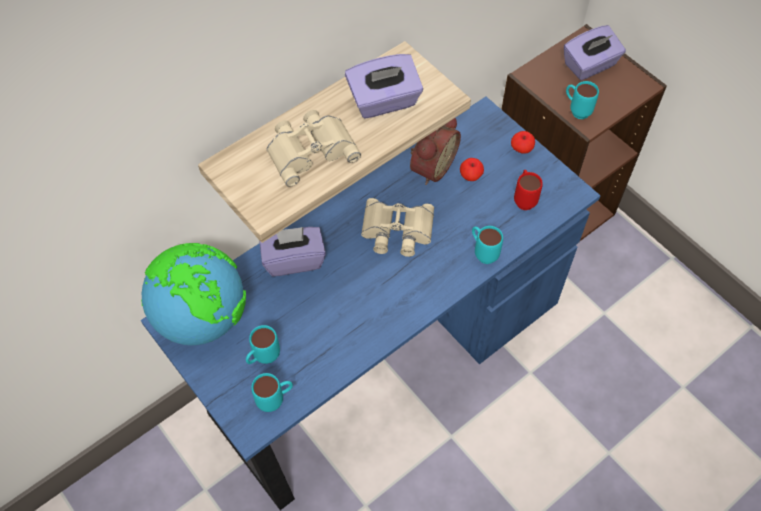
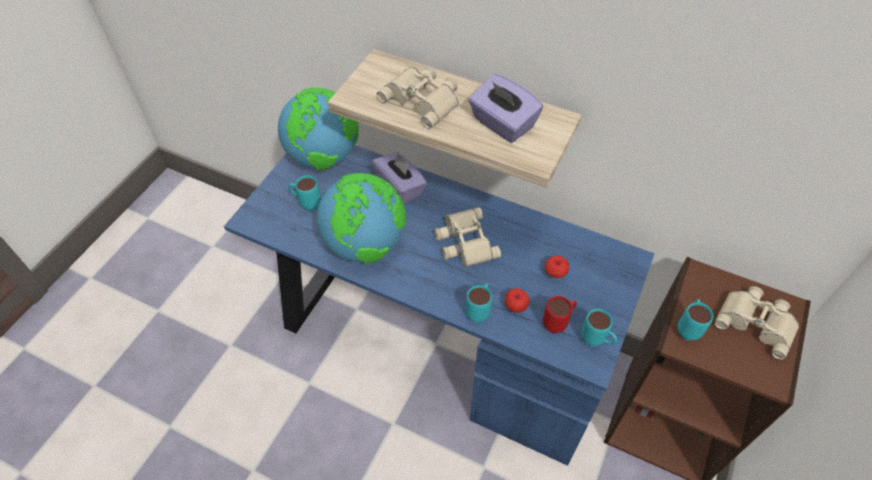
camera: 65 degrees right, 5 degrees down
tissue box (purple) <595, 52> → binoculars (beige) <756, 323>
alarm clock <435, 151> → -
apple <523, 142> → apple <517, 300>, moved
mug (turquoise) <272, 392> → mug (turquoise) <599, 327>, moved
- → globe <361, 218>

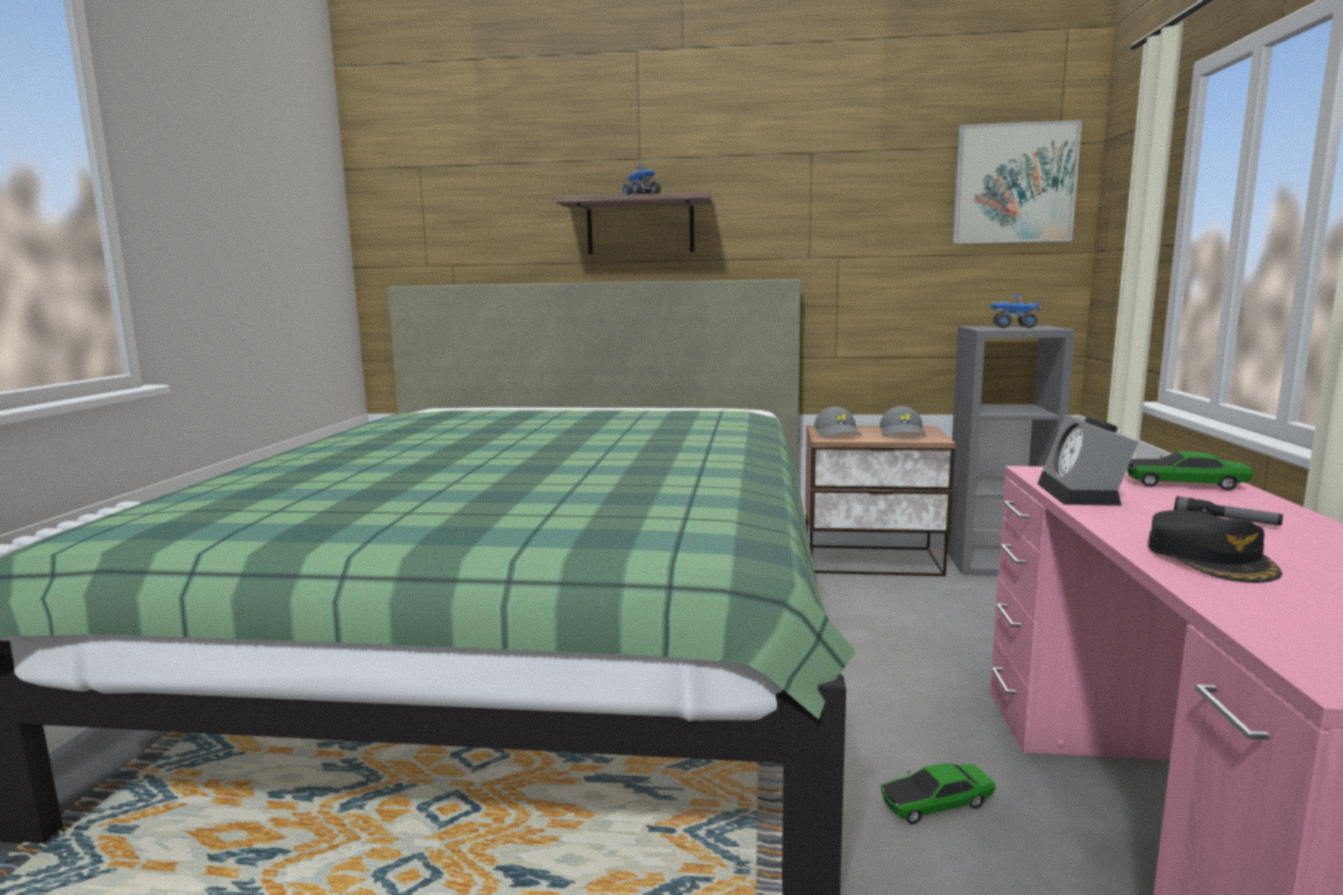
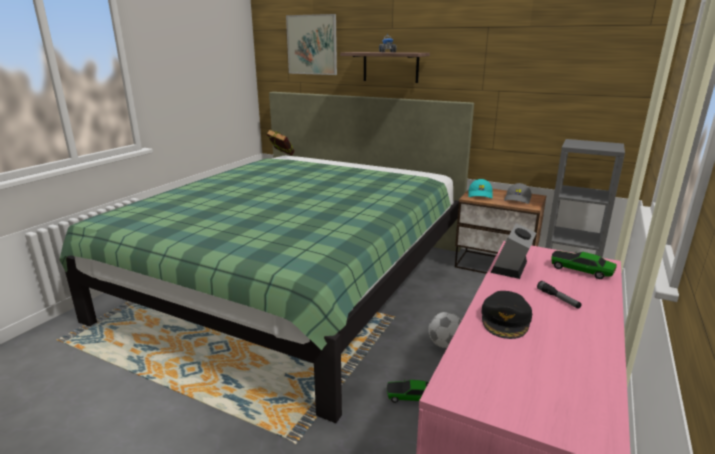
camera: 20 degrees right, 10 degrees up
picture <1017, 182> → picture <311, 44>, moved
toy truck <1015, 310> → -
cap (grey) <838, 422> → cap (turquoise) <480, 189>
- → book <280, 142>
- → football <445, 330>

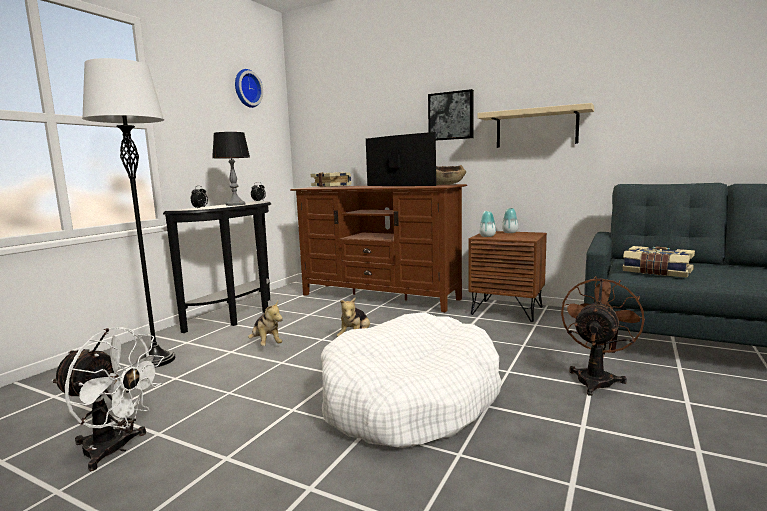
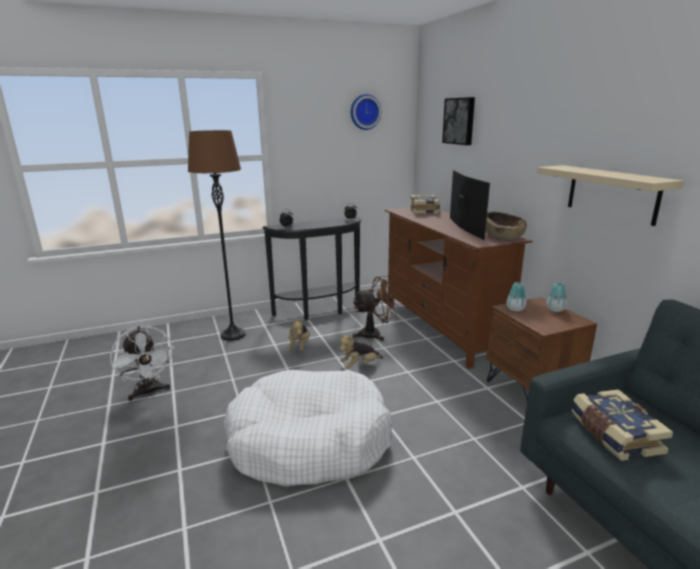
camera: 40 degrees right, 10 degrees up
floor lamp (white) <128, 213> → floor lamp (brown) <217, 235>
picture <451, 115> → picture <458, 121>, moved
table lamp <231, 169> → -
fan (brown) <603, 336> → fan (brown) <375, 308>, moved

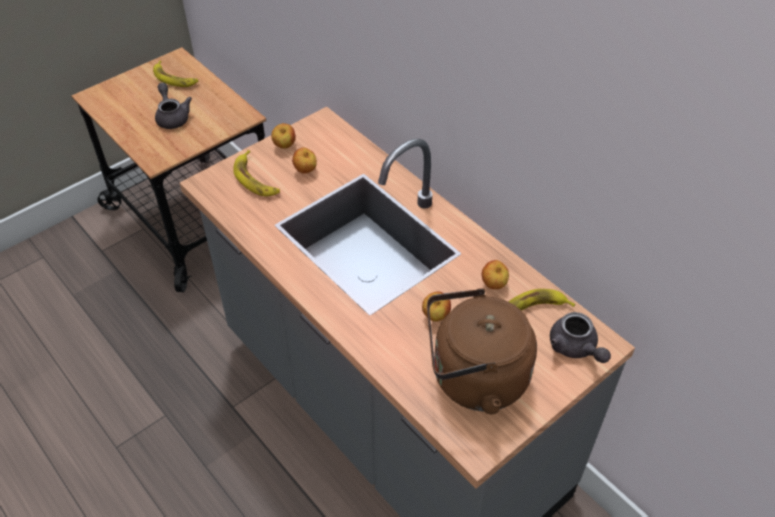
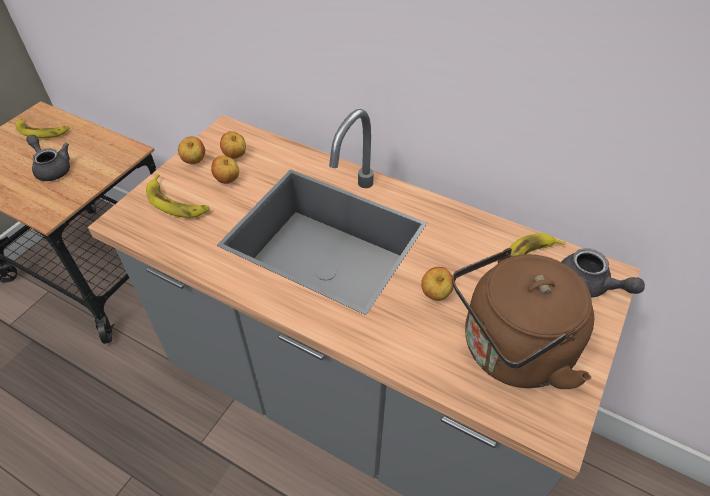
camera: 20 degrees left, 0 degrees up
apple <495, 274> → apple <233, 145>, moved

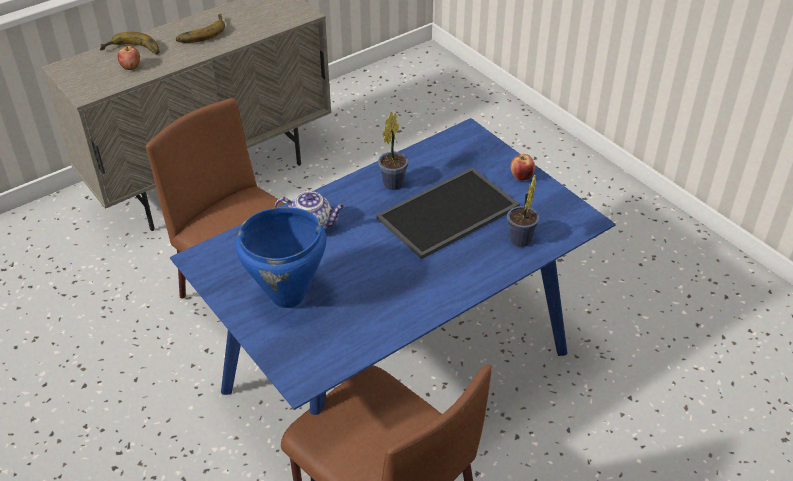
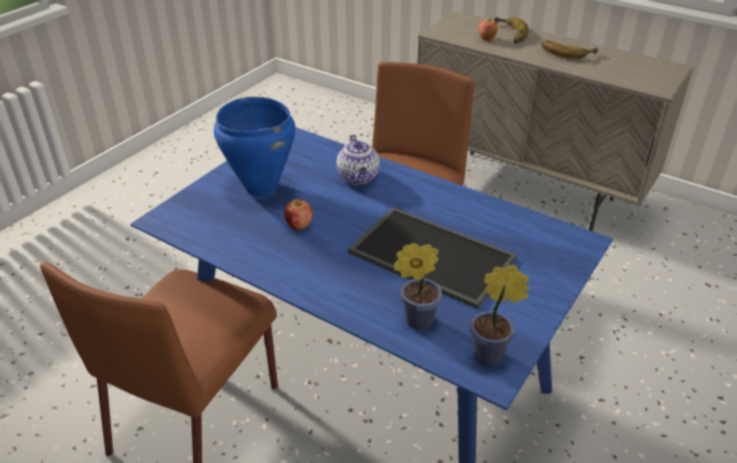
camera: 70 degrees right, 5 degrees down
potted plant <393, 151> → potted plant <500, 315>, moved
apple <523, 167> → apple <298, 214>, moved

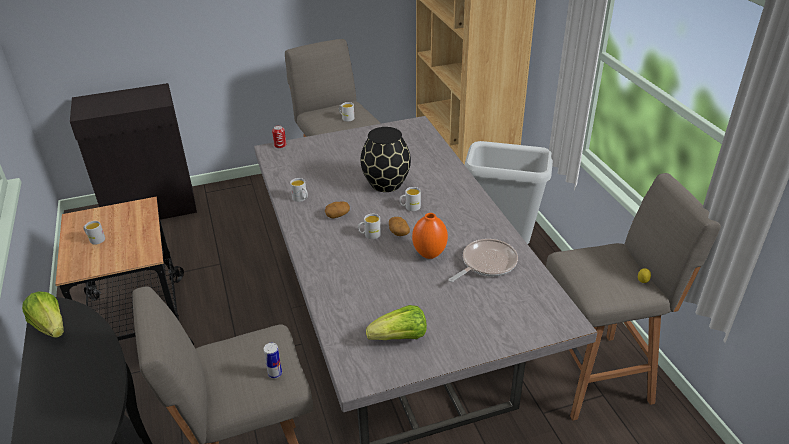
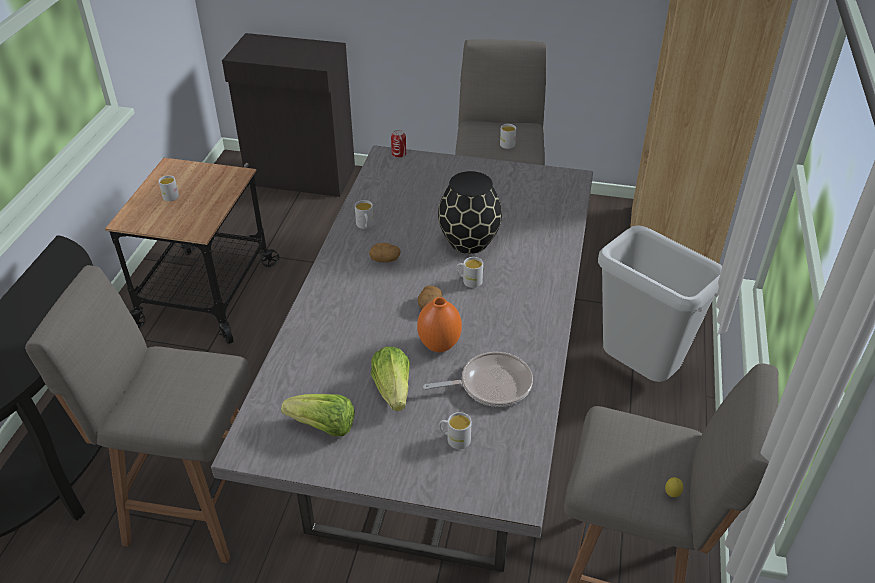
camera: 30 degrees right, 5 degrees up
mug (white) <369, 226> → mug (white) <455, 430>, moved
lettuce <43, 315> → lettuce <390, 379>, moved
can <272, 361> → -

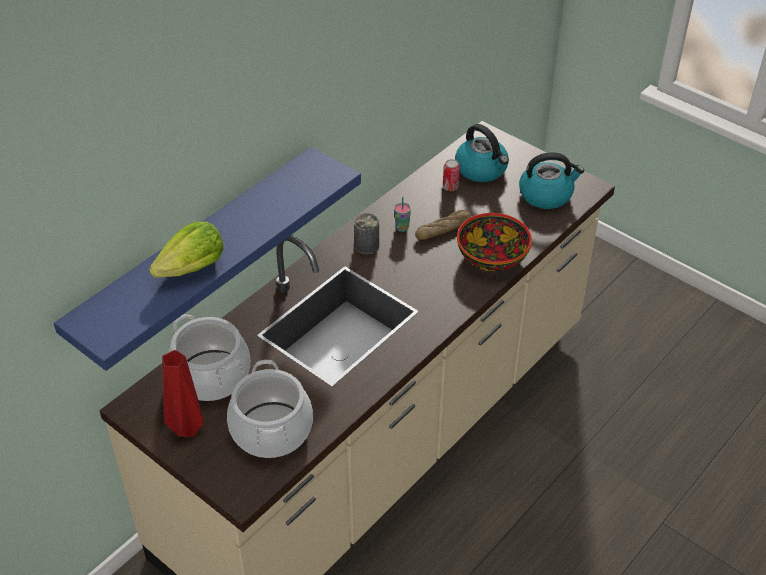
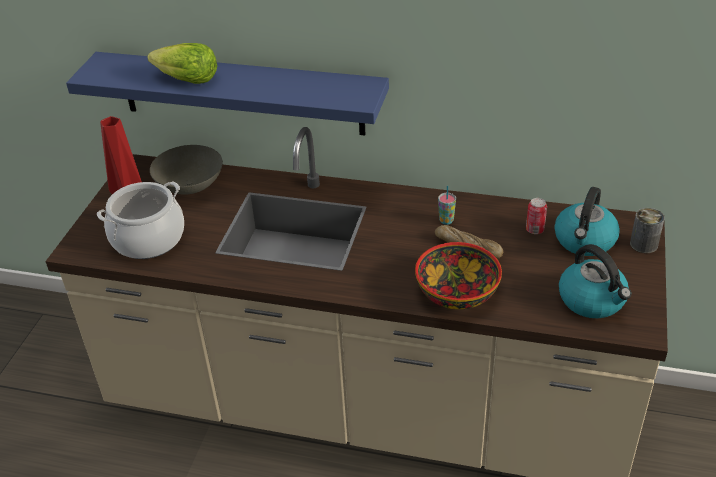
camera: 65 degrees right, 5 degrees down
can <366, 234> → can <647, 230>, moved
cooking pot <209, 357> → bowl (grey) <186, 169>

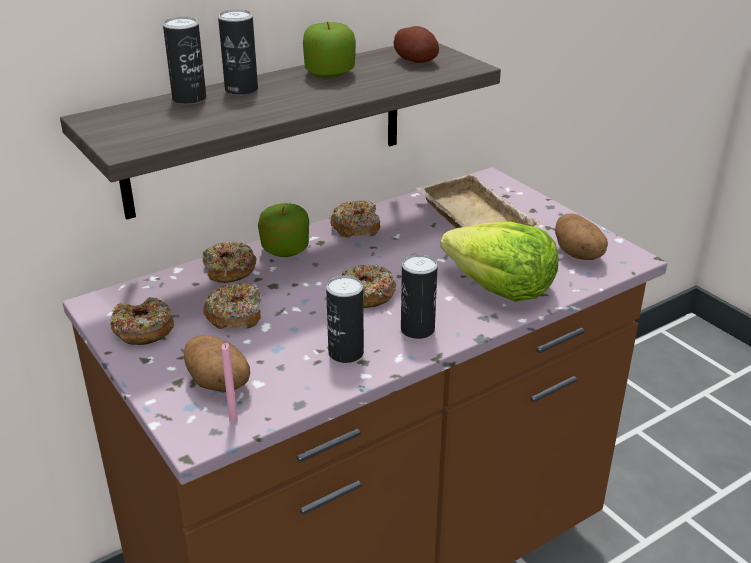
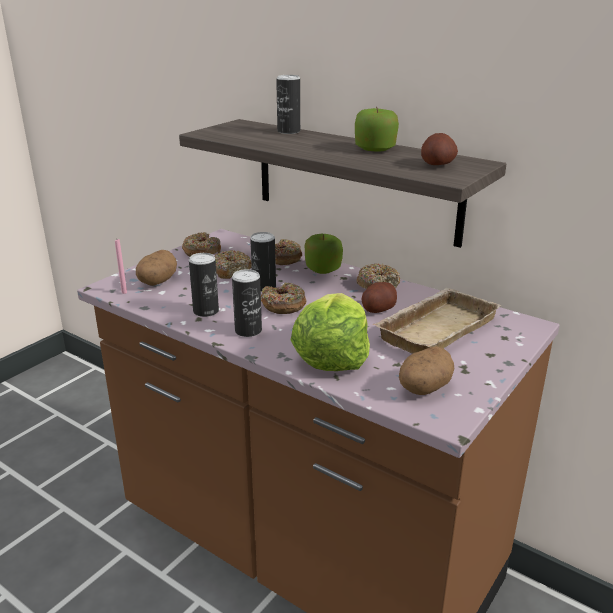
camera: 70 degrees right, 5 degrees down
can <238, 52> → can <263, 261>, moved
- → potato <379, 297>

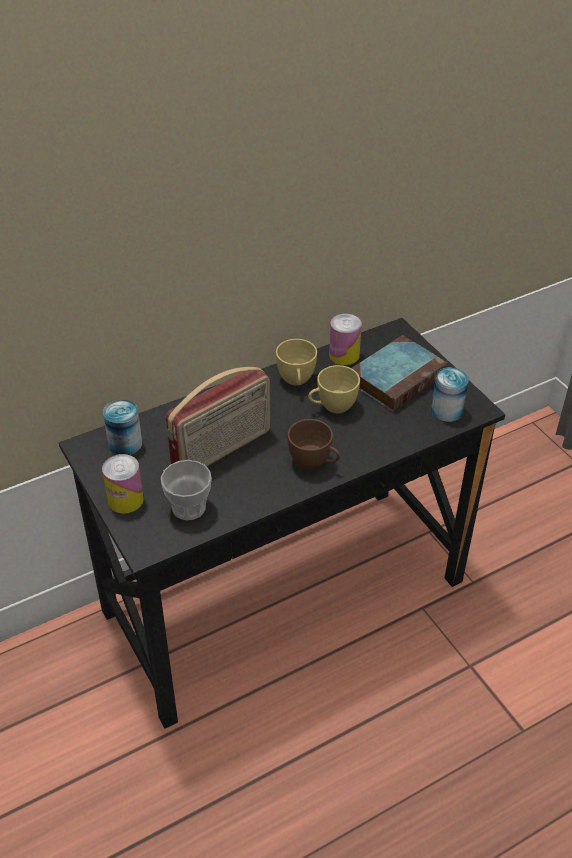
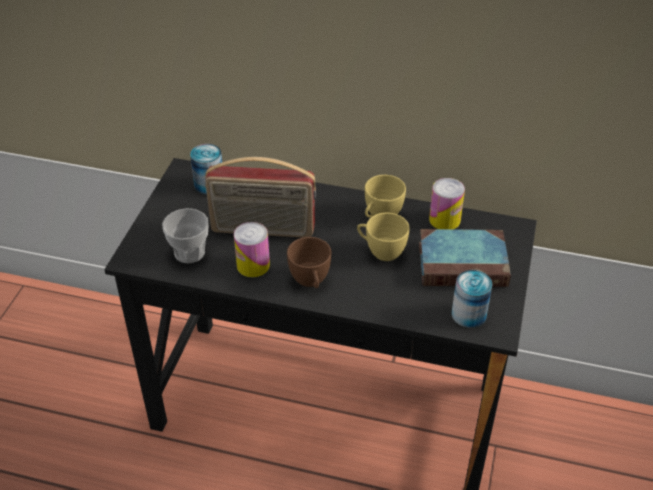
camera: 45 degrees right, 0 degrees up
can <123, 483> → can <252, 249>, moved

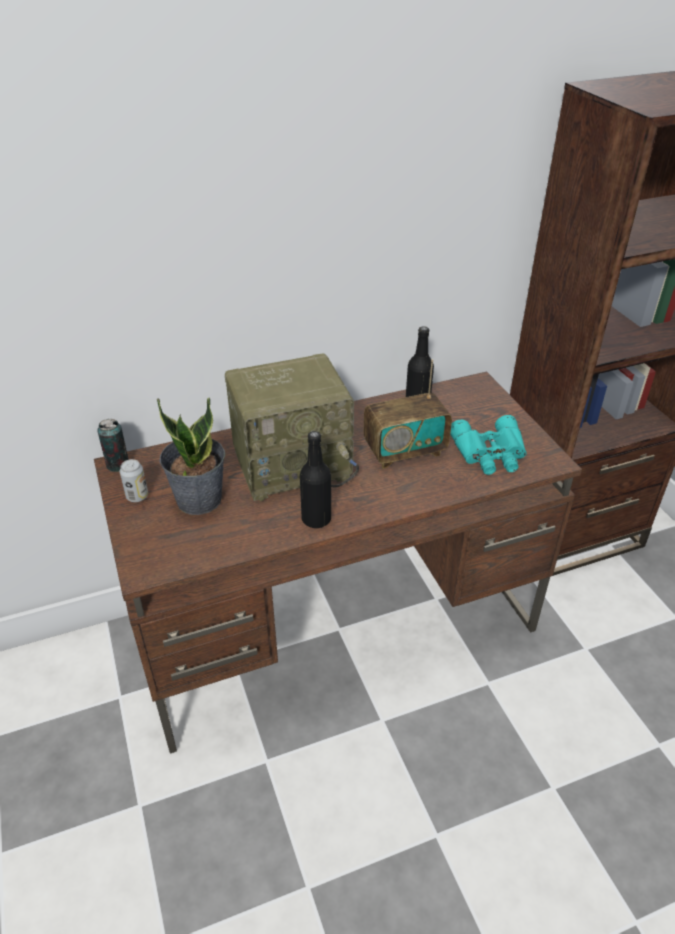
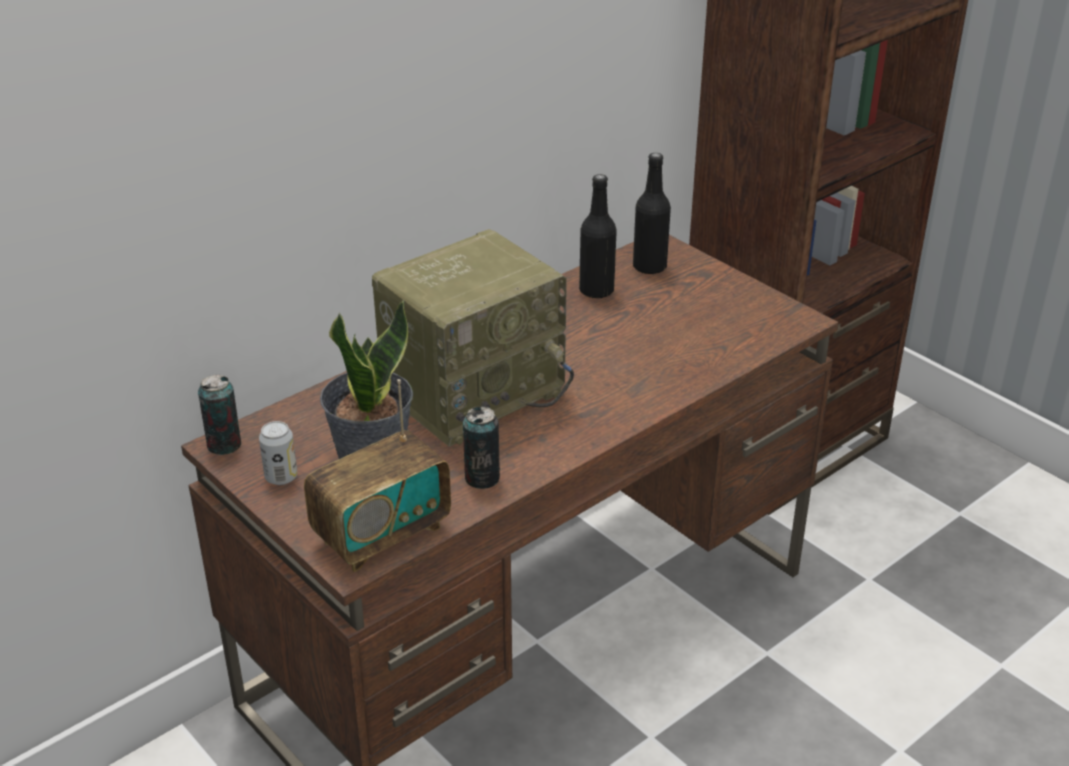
camera: 20 degrees left, 5 degrees down
radio <408, 414> → radio <377, 475>, moved
binoculars (turquoise) <488, 445> → -
bottle (black) <315, 479> → bottle (black) <652, 214>, moved
- → can <481, 447>

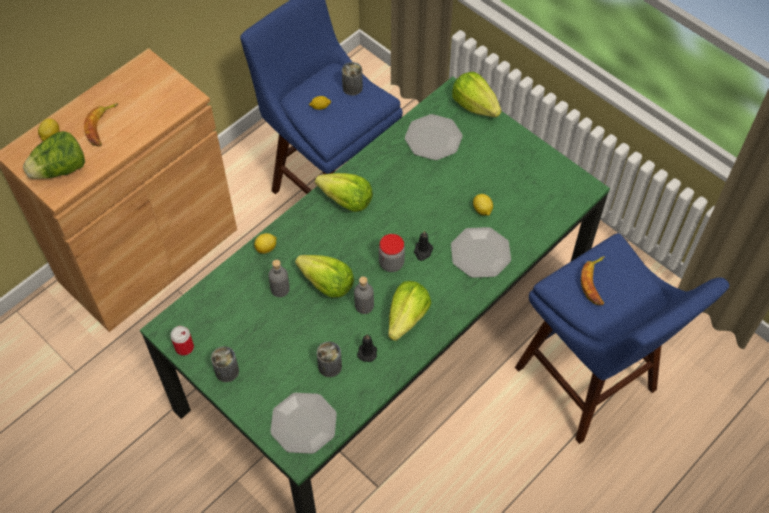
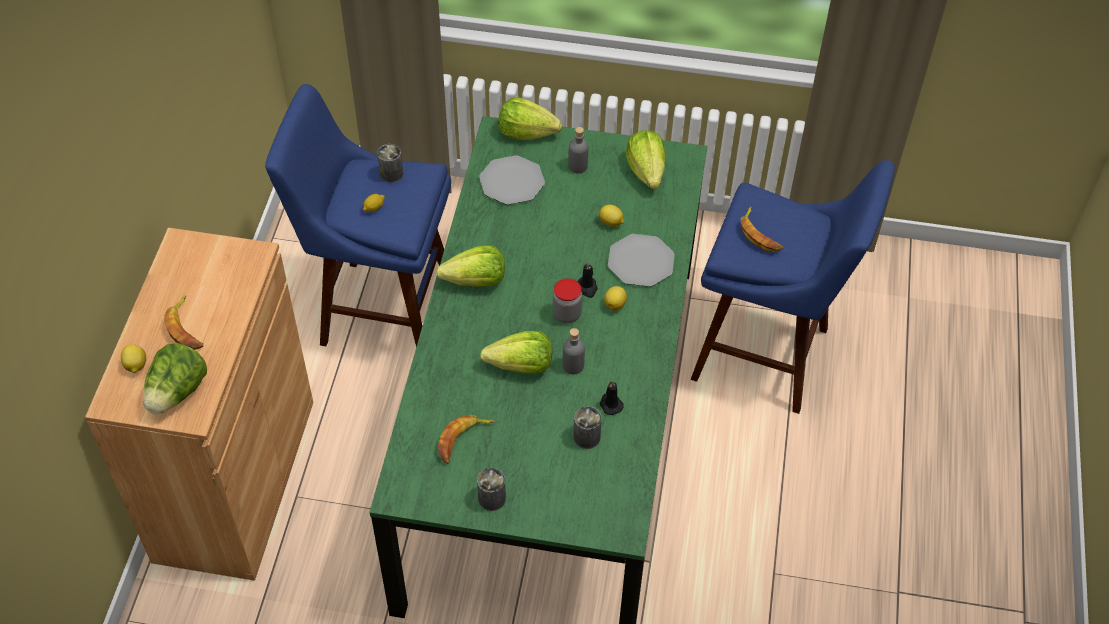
camera: 35 degrees left, 5 degrees down
lemon <265, 243> → lemon <615, 298>, moved
bottle (grey) <279, 278> → bottle (grey) <578, 150>, moved
lettuce <409, 311> → lettuce <645, 159>, moved
can <182, 341> → -
plate <303, 423> → -
- → banana <466, 439>

